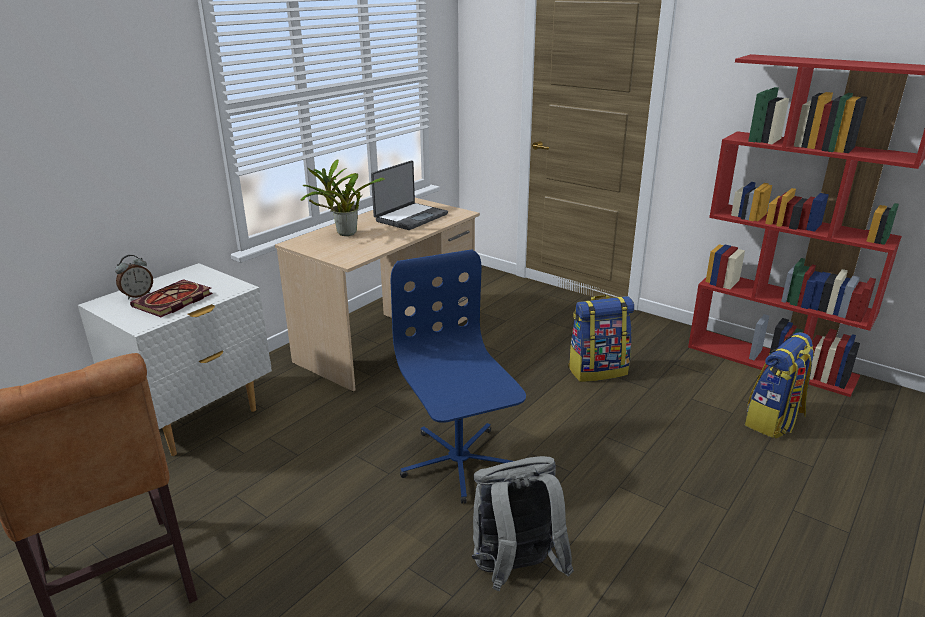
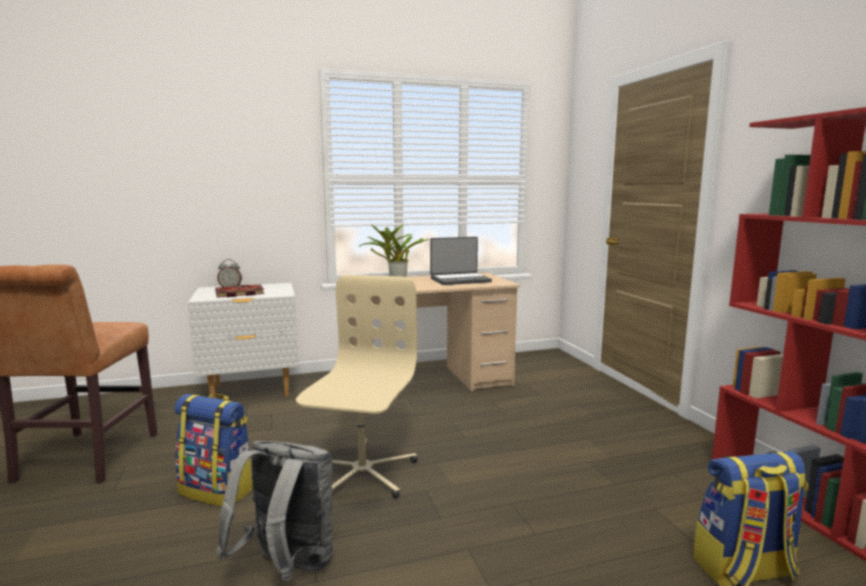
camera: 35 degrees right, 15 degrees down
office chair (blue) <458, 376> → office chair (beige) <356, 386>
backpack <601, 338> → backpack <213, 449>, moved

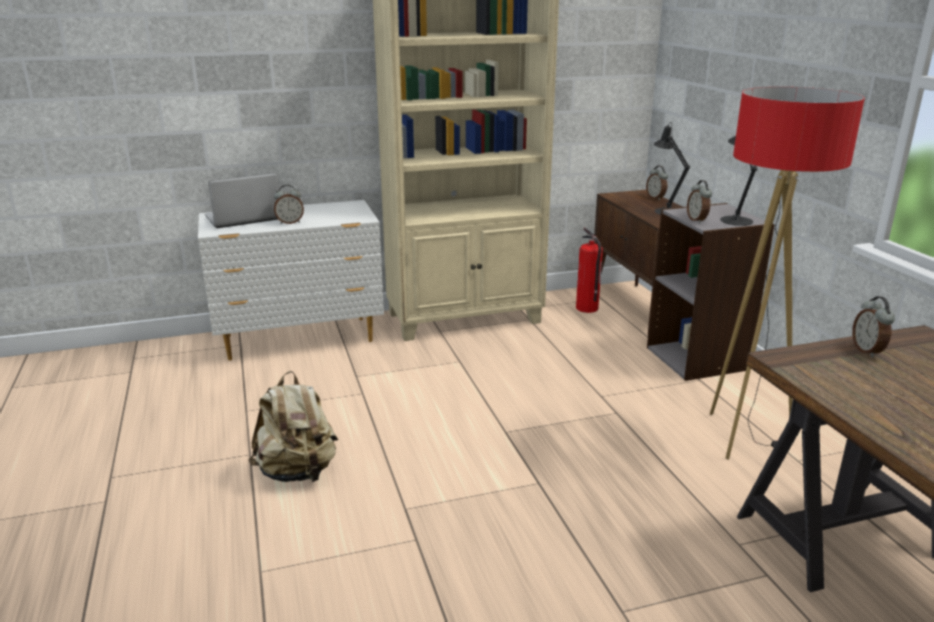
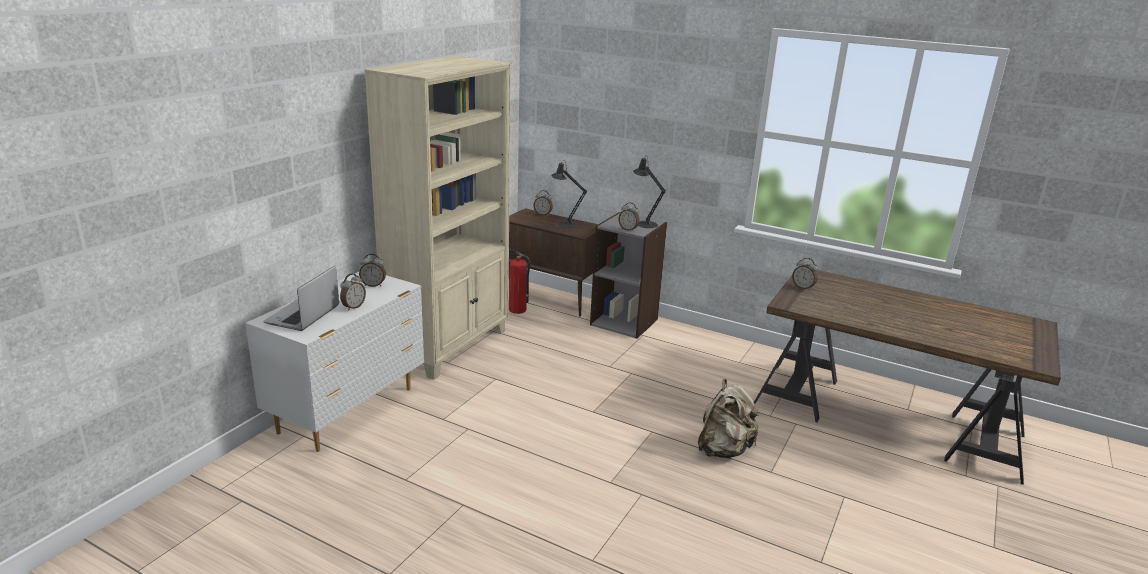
camera: 45 degrees left, 0 degrees up
floor lamp <787, 273> → -
backpack (beige) <293, 427> → backpack (beige) <729, 418>, moved
- → alarm clock <372, 270>

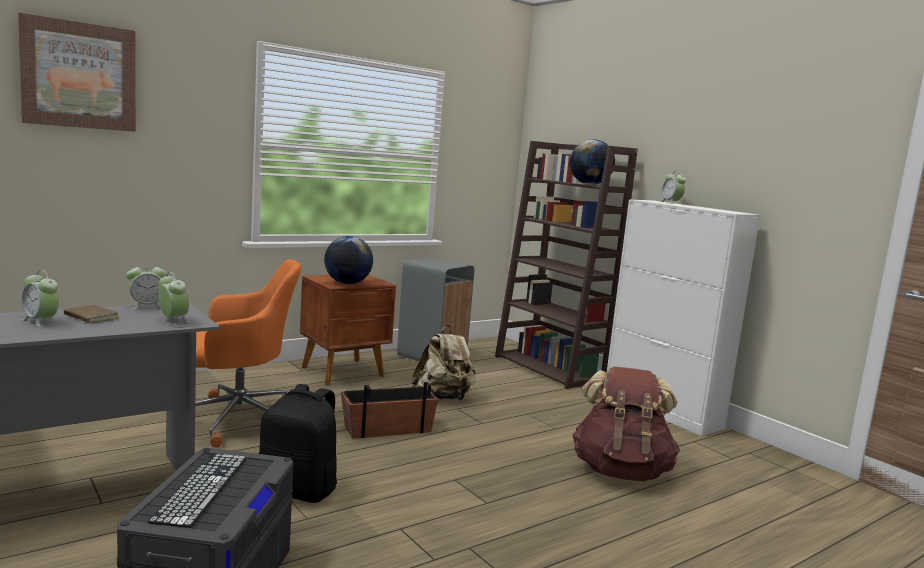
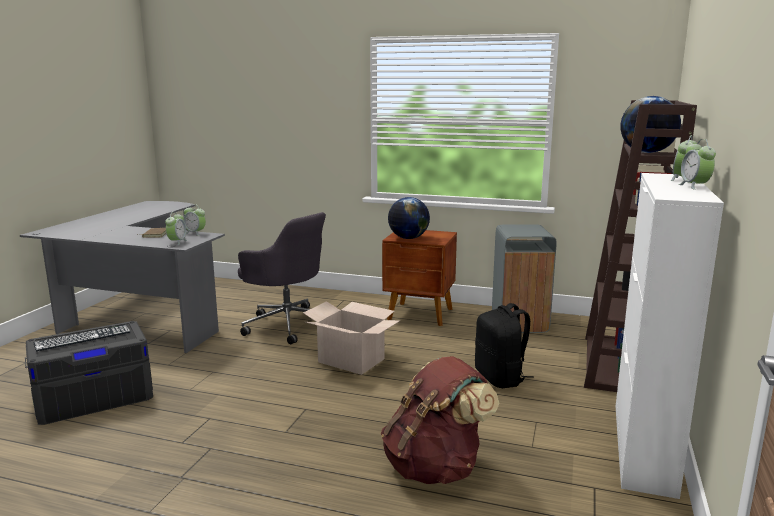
camera: 55 degrees right, 5 degrees up
picture <77, 72> → -
office chair (orange) <248, 354> → office chair (grey) <282, 278>
alarm clock <40, 298> → alarm clock <697, 164>, moved
backpack (beige) <444, 362> → -
planter <389, 410> → cardboard box <351, 338>
backpack (black) <297, 443> → backpack (black) <504, 345>, moved

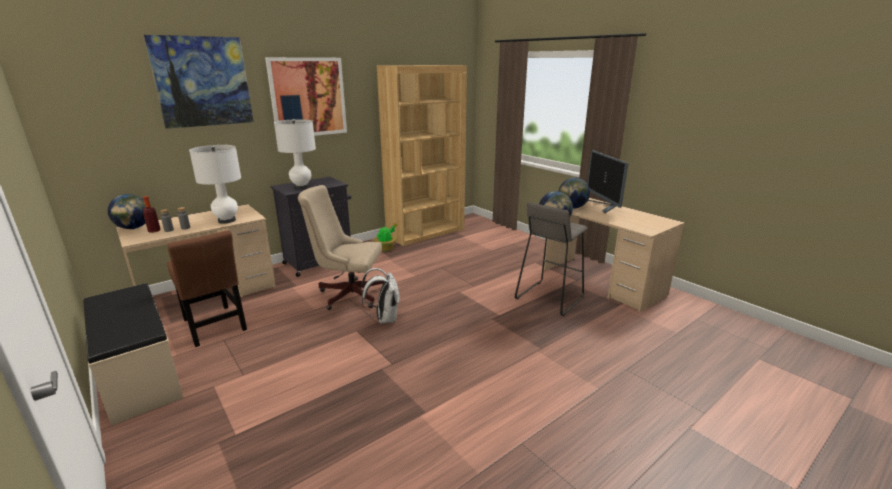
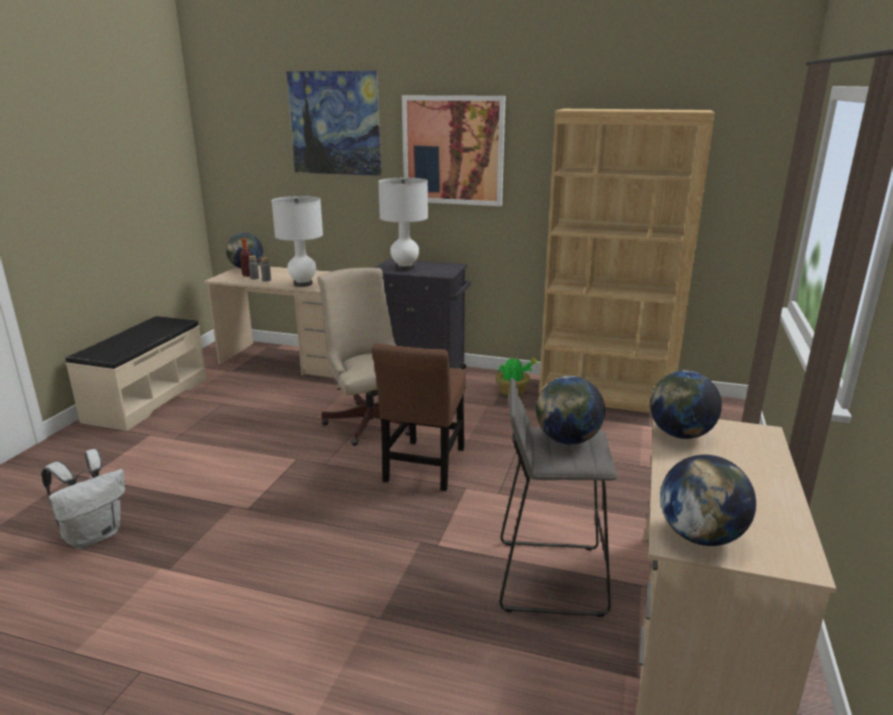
camera: 55 degrees right, 0 degrees up
monitor <607, 182> → -
chair (brown) <207, 288> → chair (brown) <419, 417>, moved
backpack (white) <380, 296> → backpack (white) <83, 499>, moved
- → globe <708, 500>

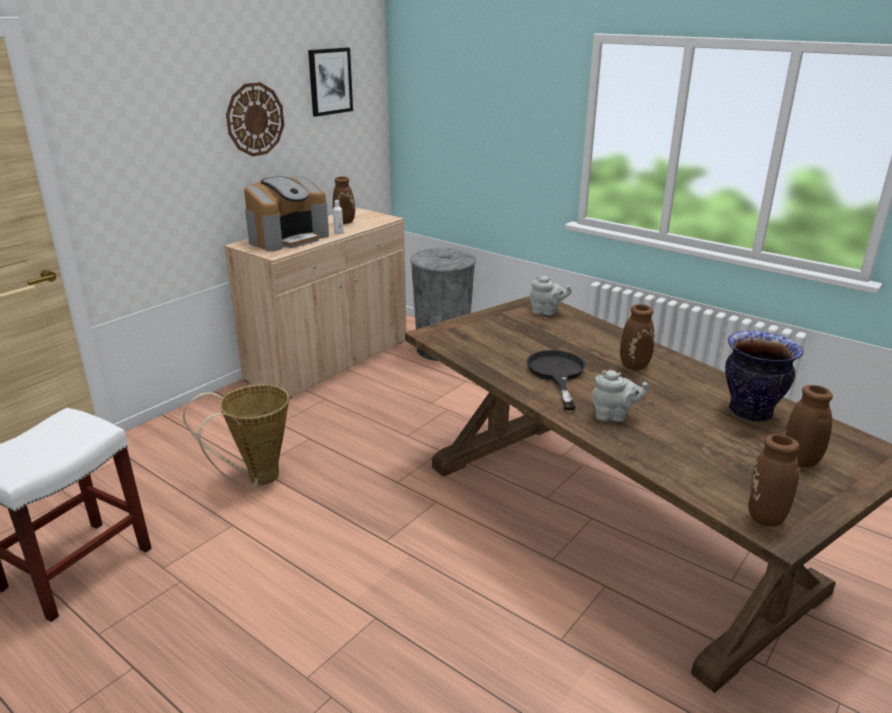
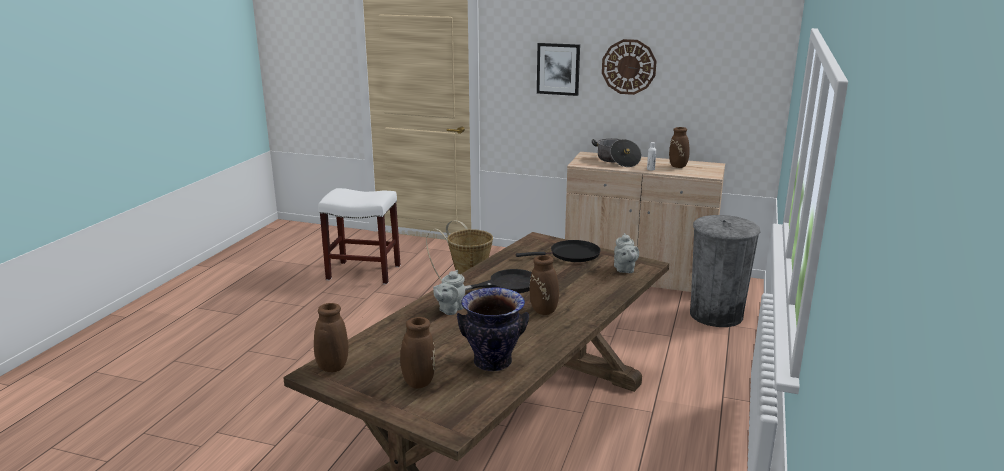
camera: 70 degrees right, 5 degrees down
picture <330, 82> → picture <558, 69>, moved
coffee machine <286, 214> → cooking pot <616, 153>
teapot (grey) <620, 396> → teapot (grey) <449, 292>, 45 degrees clockwise
- → frying pan (black) <558, 251>

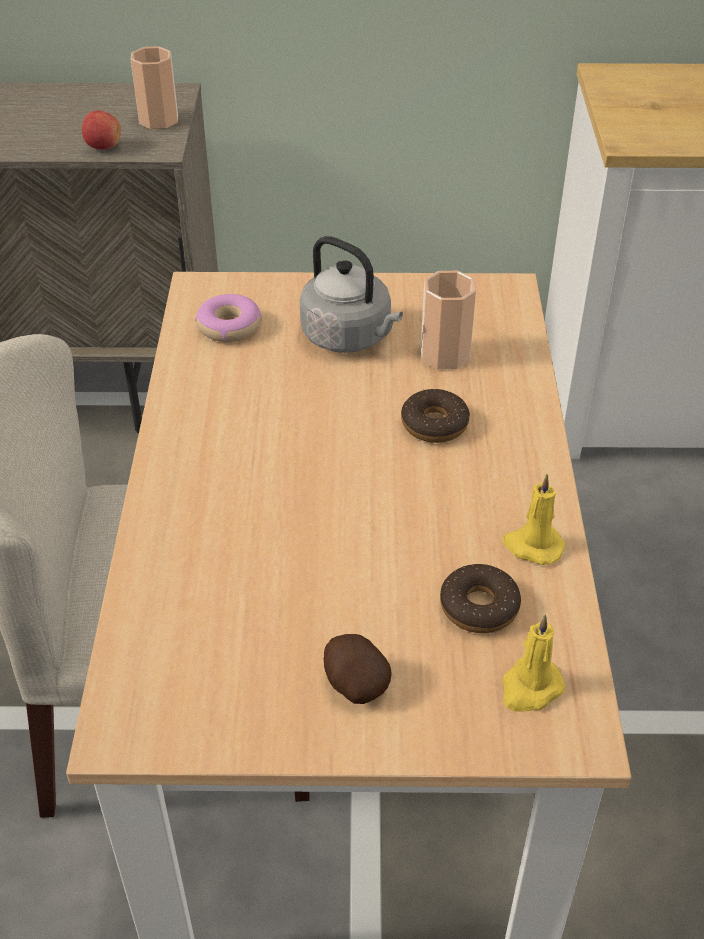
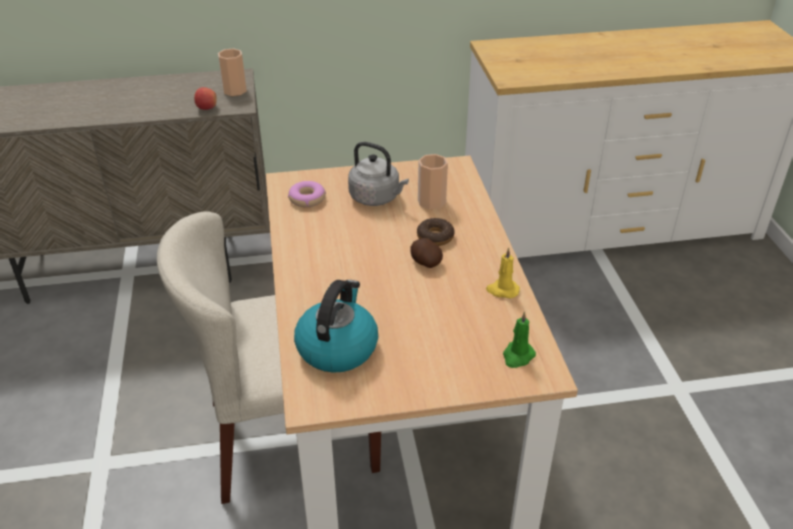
camera: 10 degrees left, 5 degrees down
donut <480, 598> → -
candle (yellow) <533, 663> → candle (green) <519, 339>
potato <357, 669> → potato <426, 253>, moved
- → kettle <336, 326>

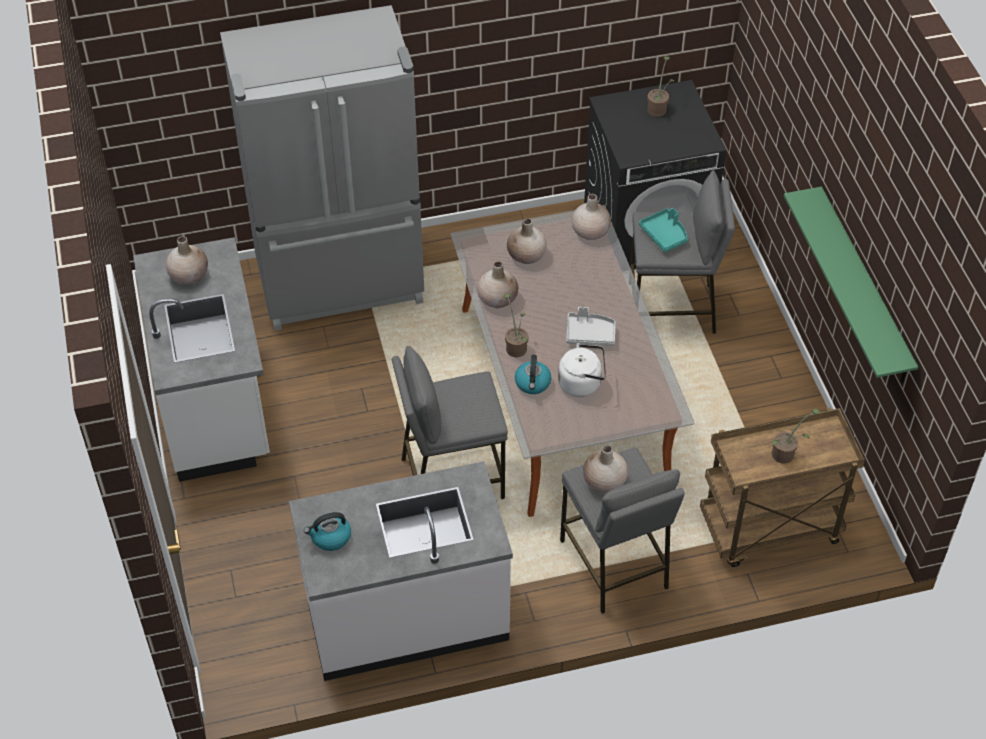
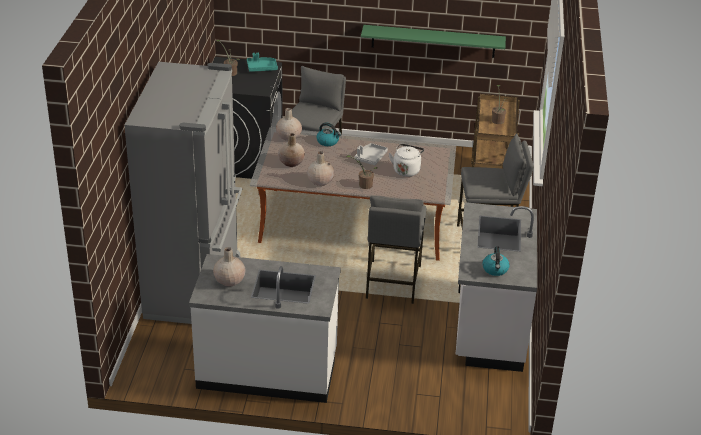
camera: 70 degrees left, 15 degrees down
tray (turquoise) <663, 230> → tray (turquoise) <262, 62>, moved
kettle <533, 374> → kettle <329, 134>, moved
vase (beige) <605, 469> → -

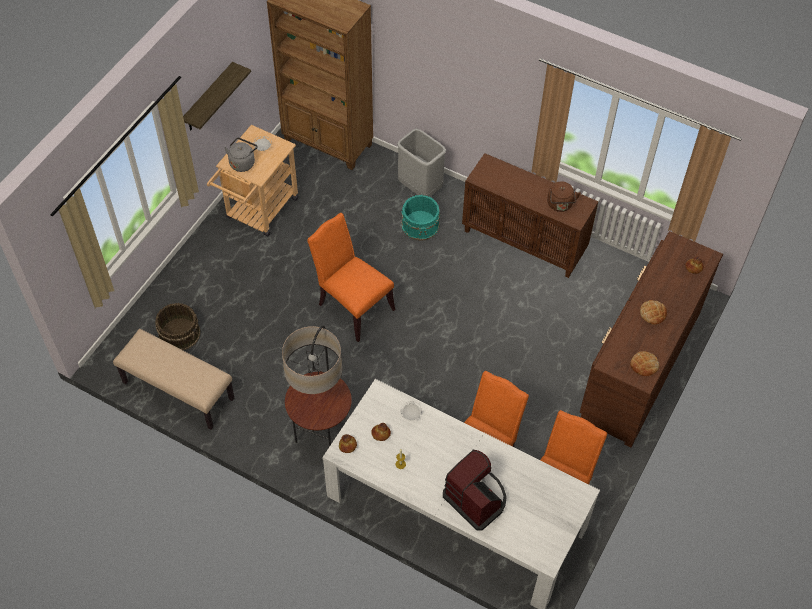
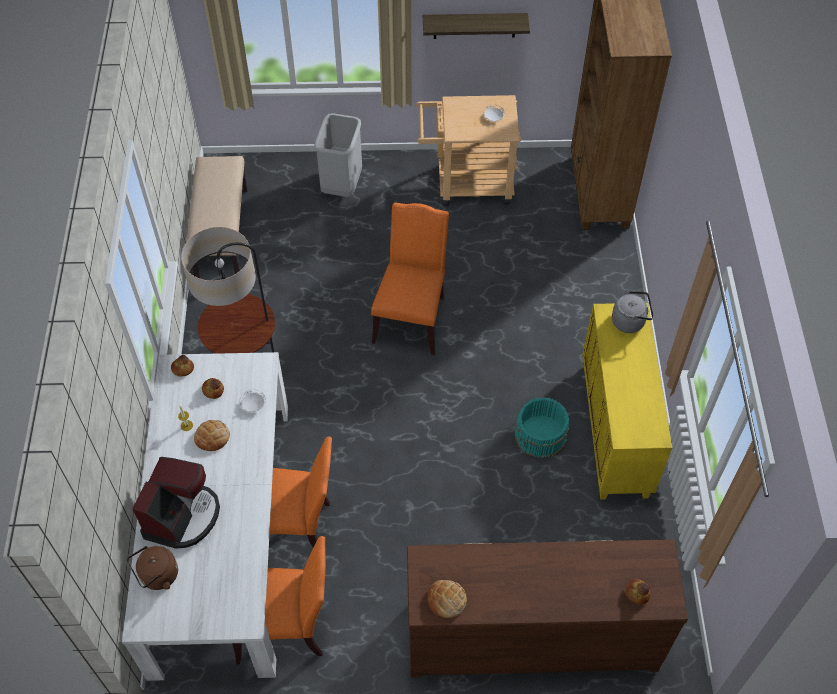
camera: 60 degrees right, 0 degrees up
trash can (grey) <421, 163> → trash can (grey) <338, 155>, moved
kettle (grey) <241, 155> → kettle (grey) <633, 311>, moved
cabinet (brown) <530, 215> → cabinet (yellow) <627, 401>
kettle (brown) <564, 196> → kettle (brown) <152, 568>, moved
bucket (turquoise) <420, 218> → bucket (turquoise) <542, 427>, moved
bread <653, 312> → bread <212, 435>, moved
bucket (brown) <178, 326> → -

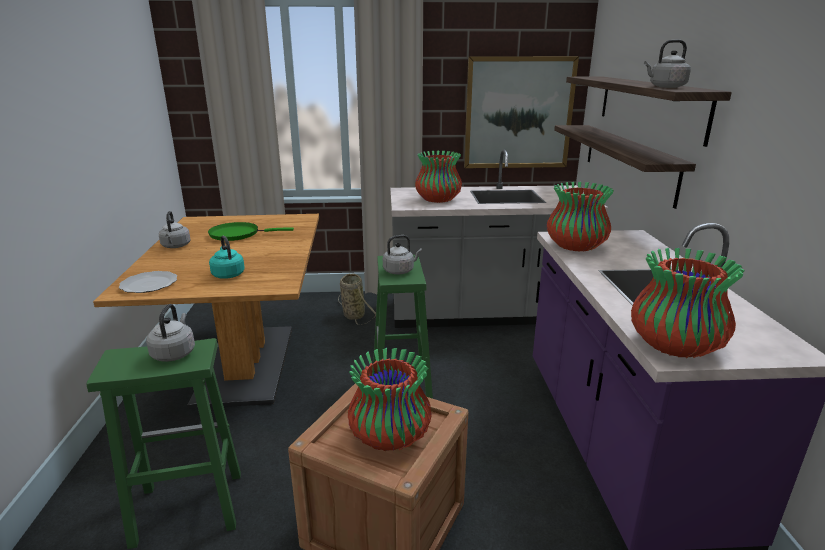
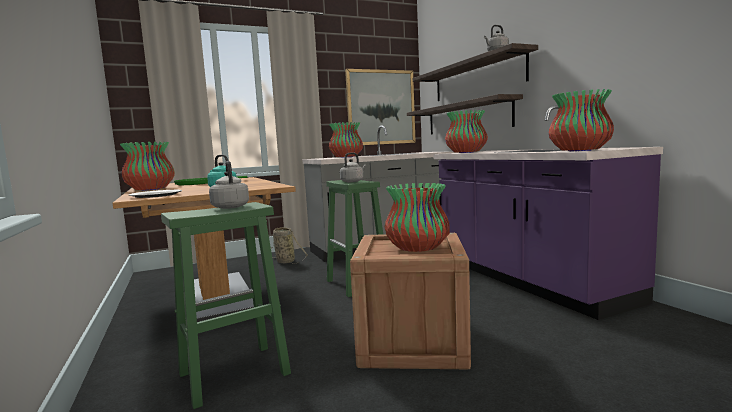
camera: 20 degrees left, 15 degrees down
kettle (grey) <175, 229> → vase <147, 166>

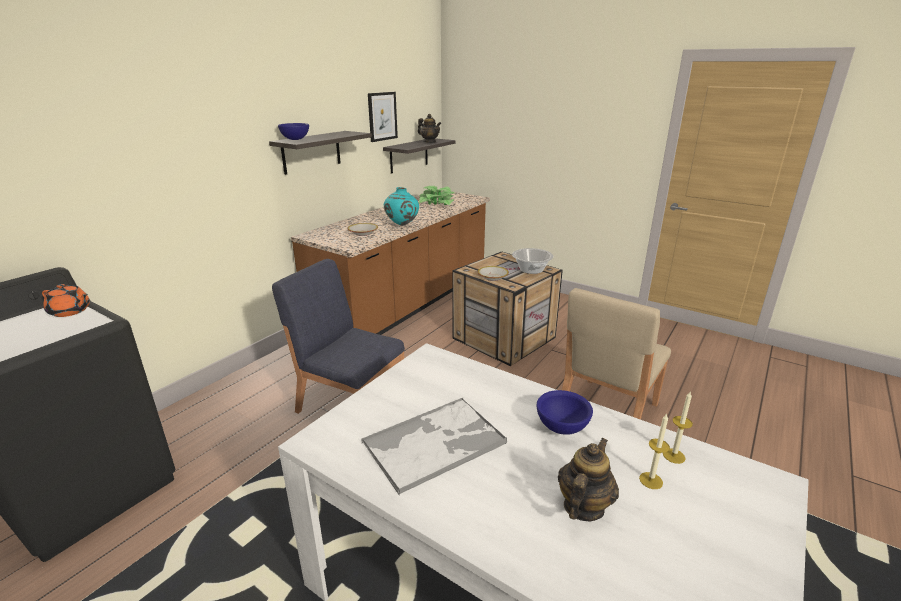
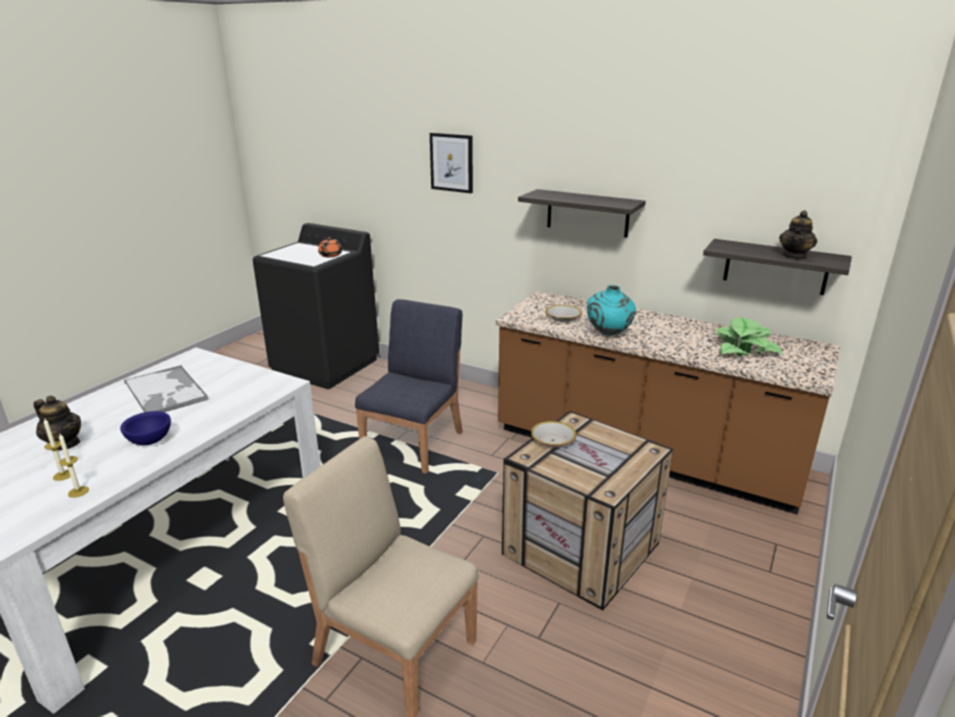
camera: 85 degrees right, 0 degrees up
picture <383, 117> → picture <451, 163>, moved
bowl (blue) <293, 131> → -
cooking pot <533, 261> → -

